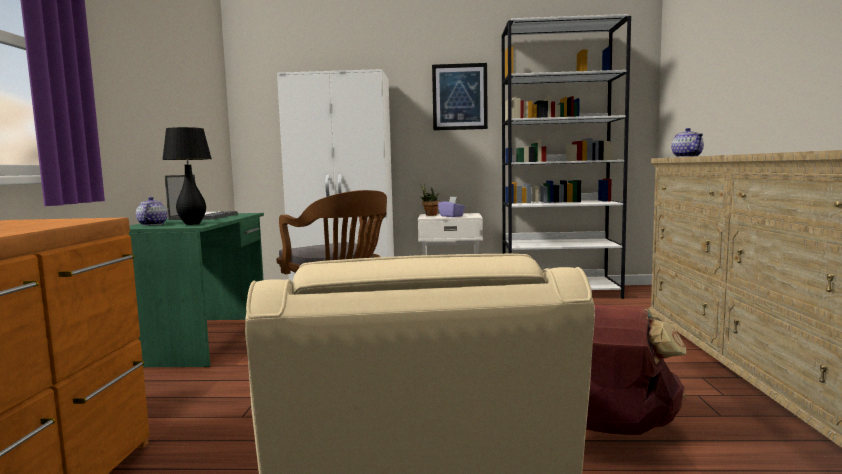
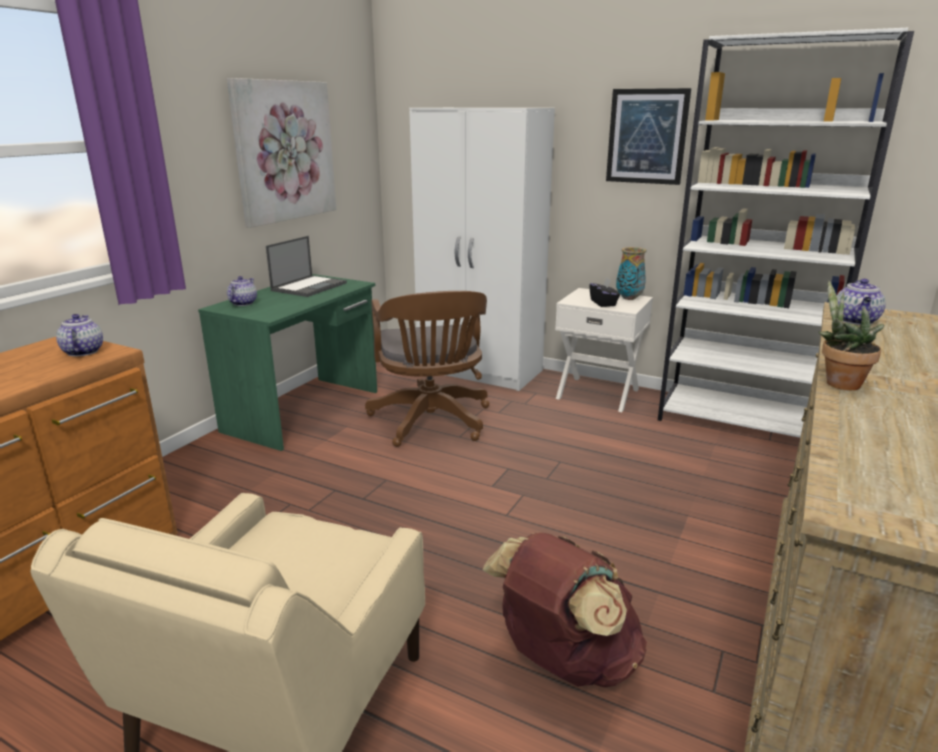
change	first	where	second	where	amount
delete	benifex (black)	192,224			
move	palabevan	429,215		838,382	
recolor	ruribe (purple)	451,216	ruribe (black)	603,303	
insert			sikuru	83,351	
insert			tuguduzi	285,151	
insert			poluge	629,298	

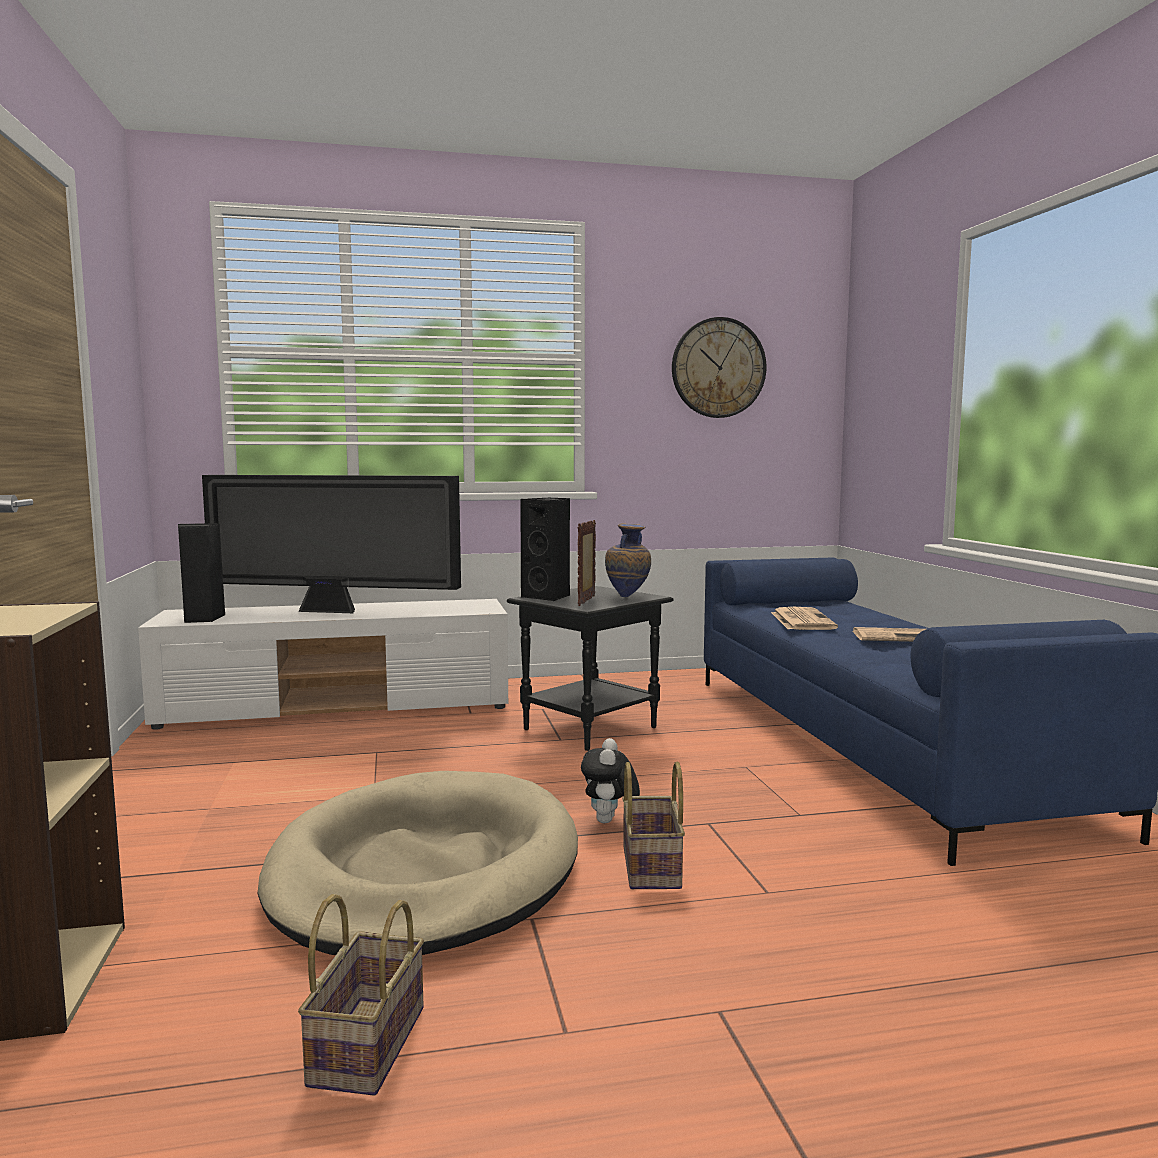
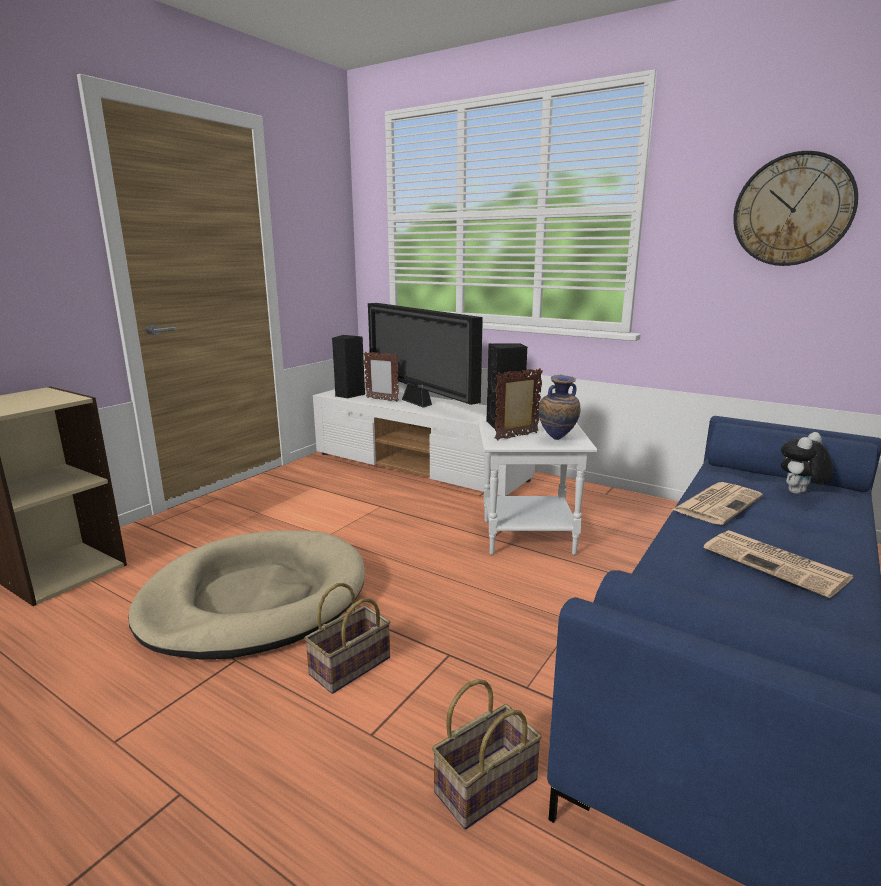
change	first	where	second	where	amount
move	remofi	366,1043		486,783	
recolor	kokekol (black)	589,729	kokekol (white)	526,537	
move	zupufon	609,821		799,494	
insert			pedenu	382,399	

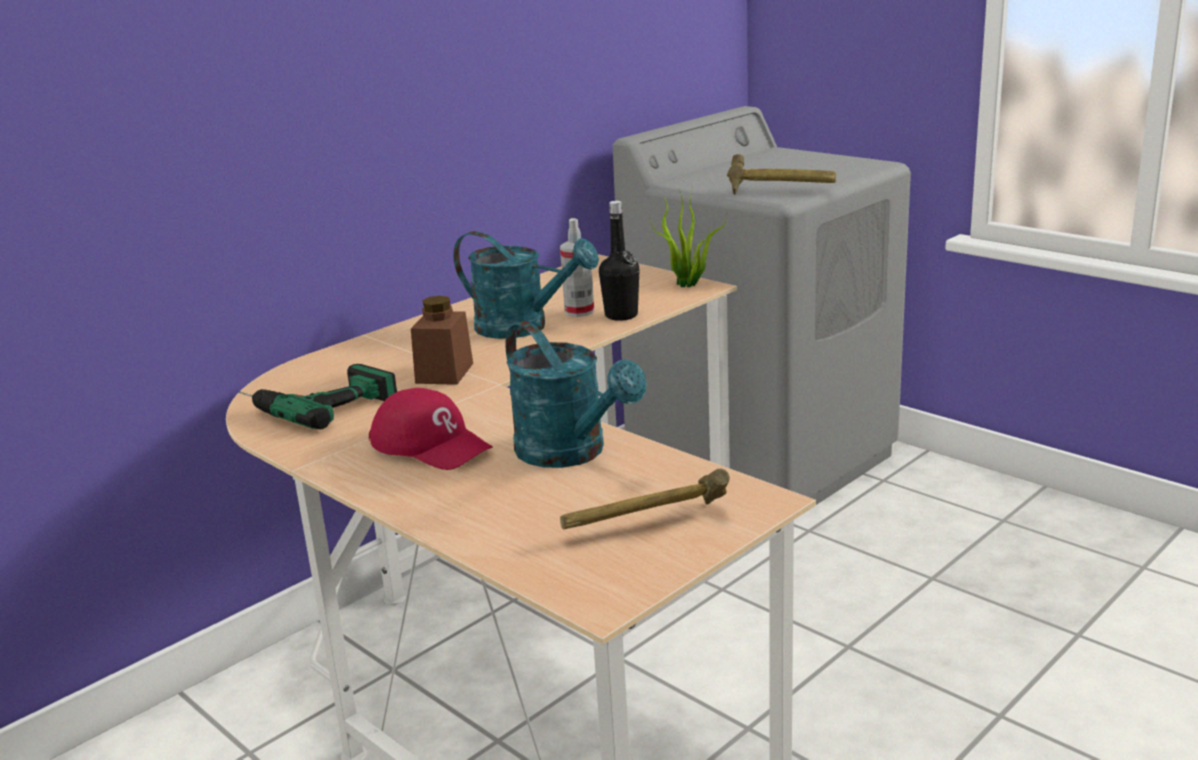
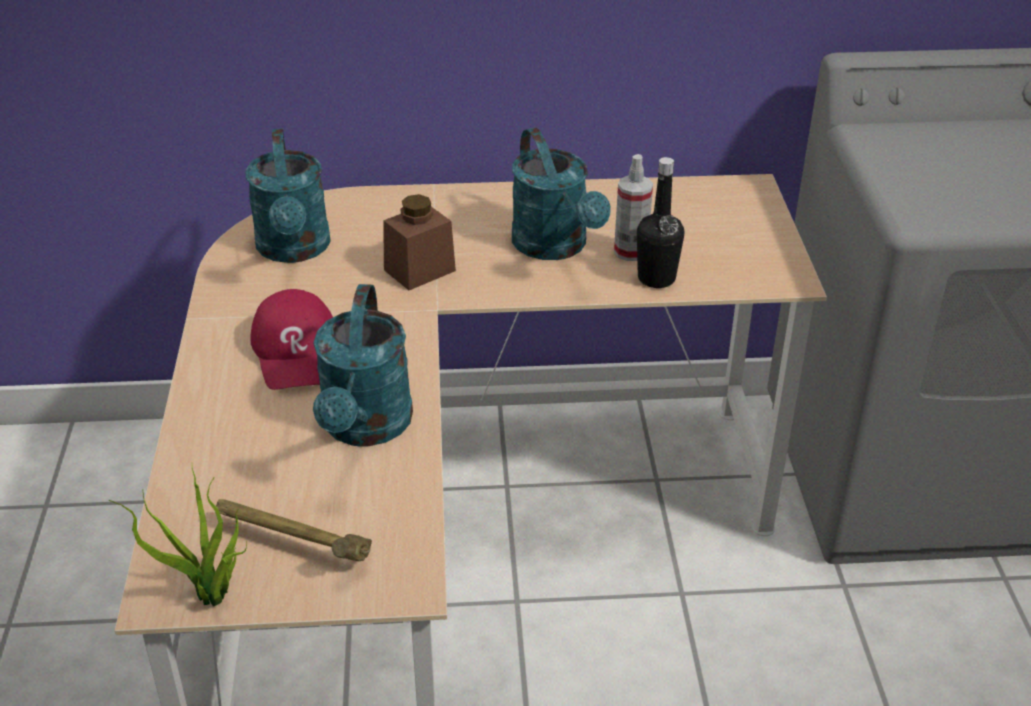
change	first	where	second	where	amount
replace	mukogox	314,402	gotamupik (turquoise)	294,250	
move	palabevan	688,285		211,599	
delete	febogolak	781,192			

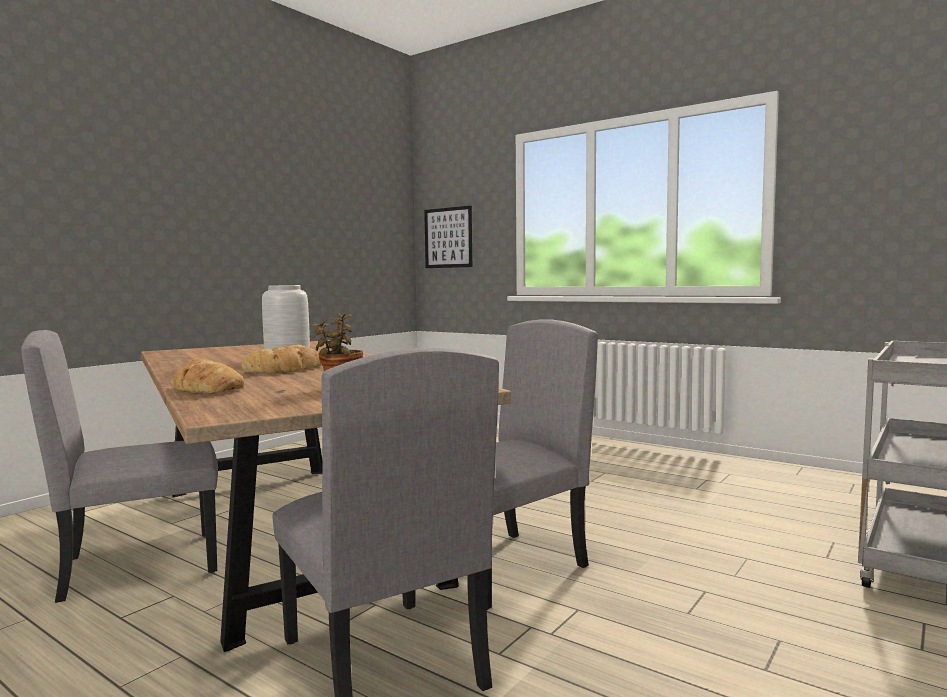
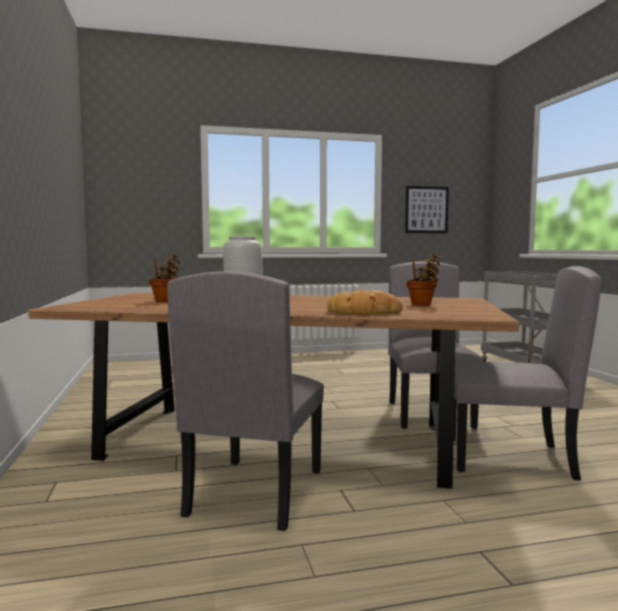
change	first	where	second	where	amount
delete	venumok	285,369			
move	tuguduzi	448,237		426,210	
insert			palabevan	165,301	

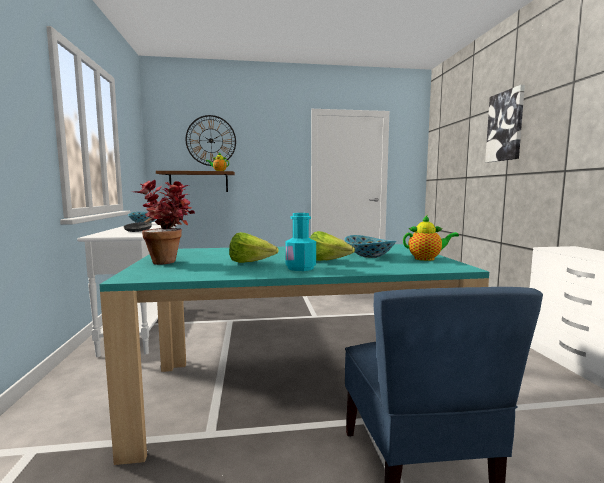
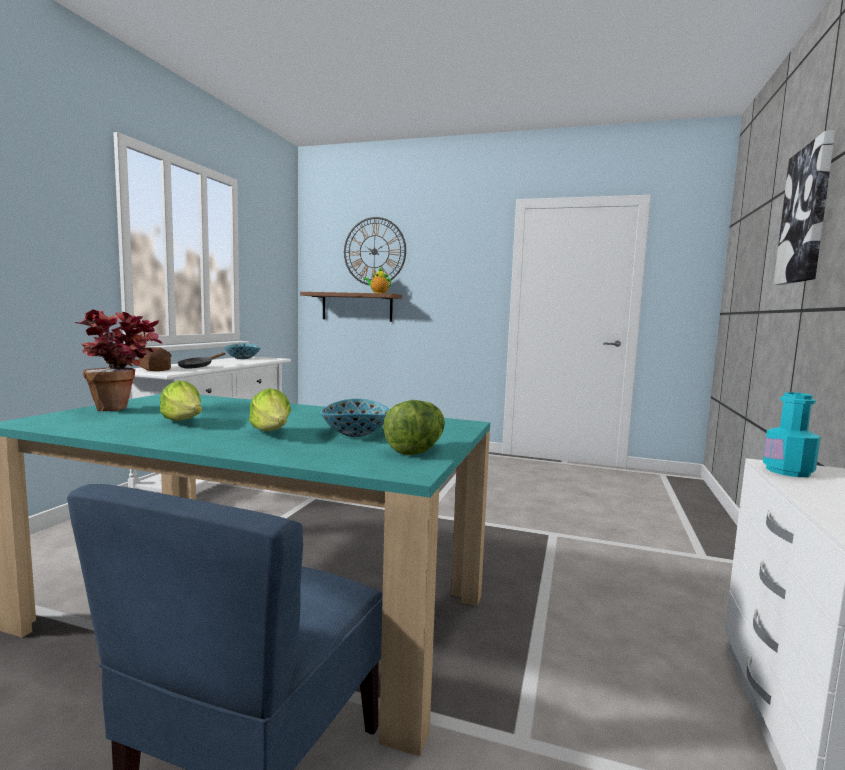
change	first	where	second	where	amount
move	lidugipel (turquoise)	300,268		788,471	
replace	sikuru	427,259	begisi	417,450	
insert			venumok	154,369	

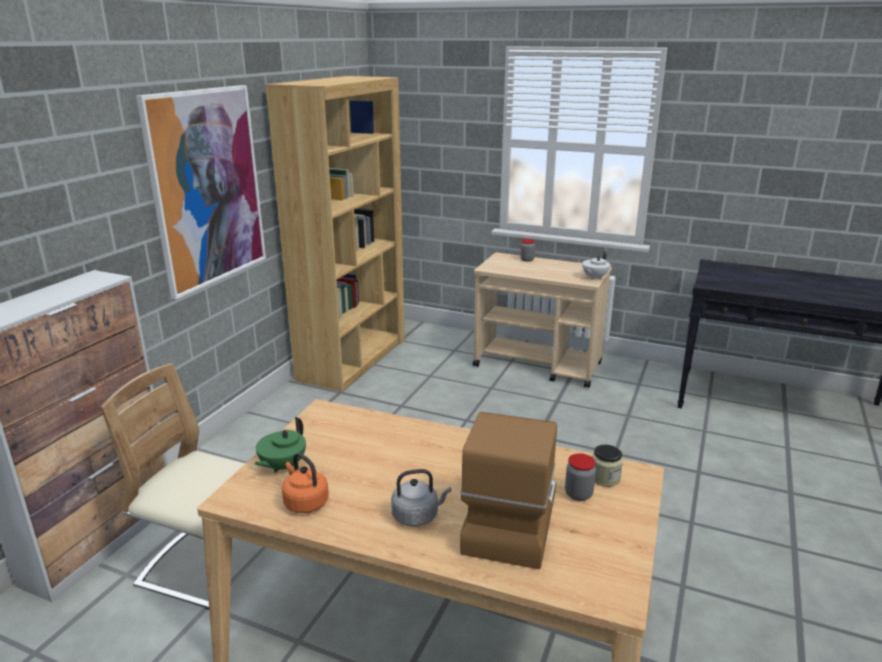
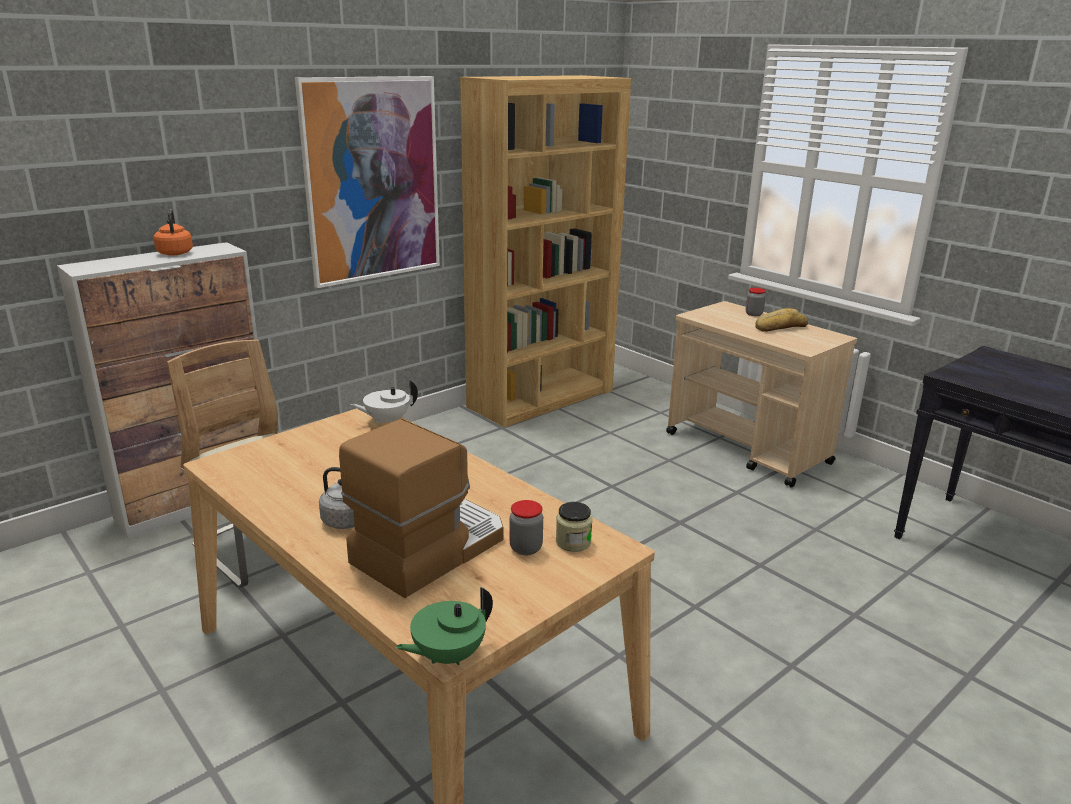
change	first	where	second	where	amount
move	sikuru (green)	282,466		447,655	
move	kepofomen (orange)	304,502		175,253	
move	sikuru (white)	594,277		386,420	
insert			venumok	779,327	

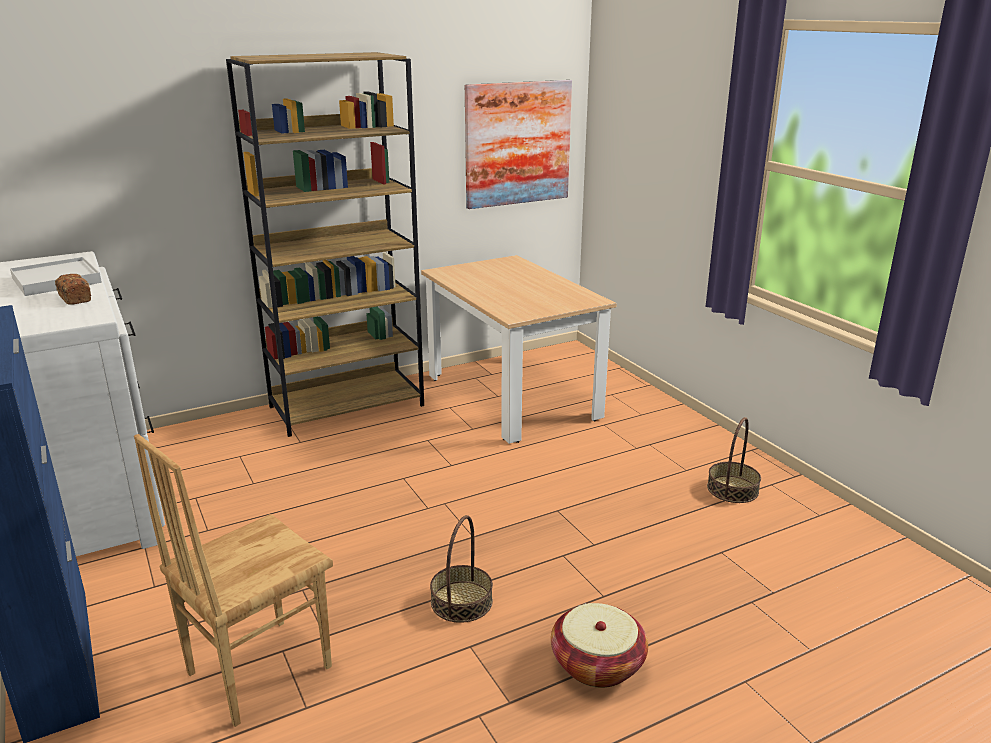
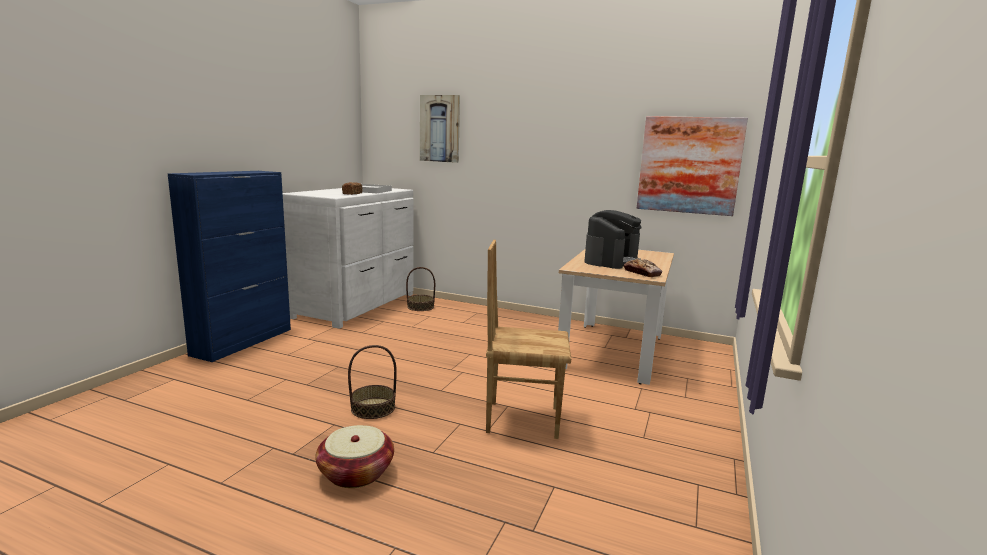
change	first	where	second	where	amount
move	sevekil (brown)	257,669		522,419	
delete	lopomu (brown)	347,406			
move	remofi	732,489		420,307	
insert			tuguduzi	440,128	
insert			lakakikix	611,261	
insert			venumok	642,273	

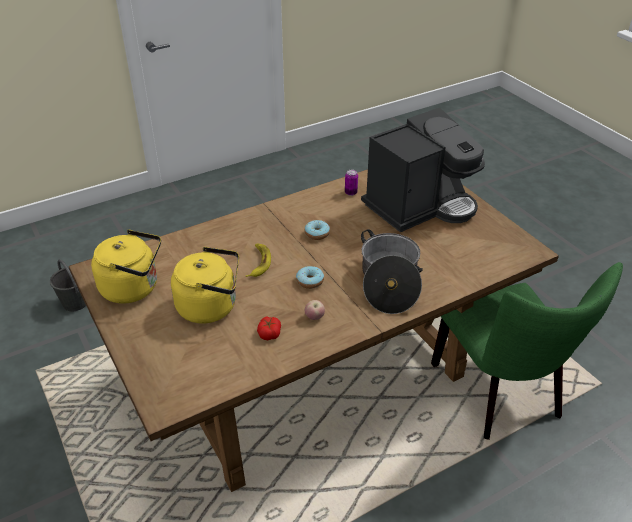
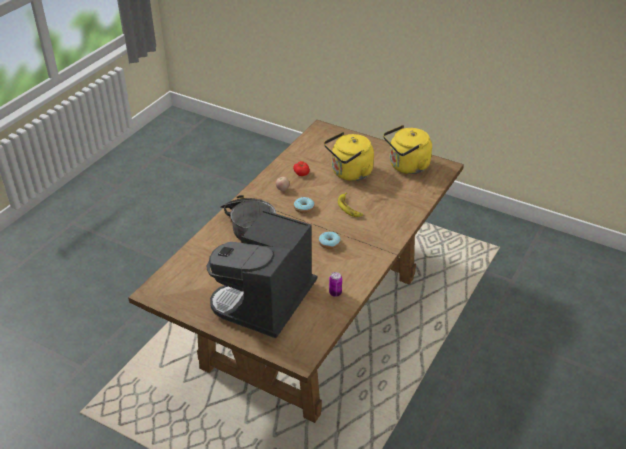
change	first	where	second	where	amount
delete	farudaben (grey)	75,302			
delete	sevekil (green)	501,395			

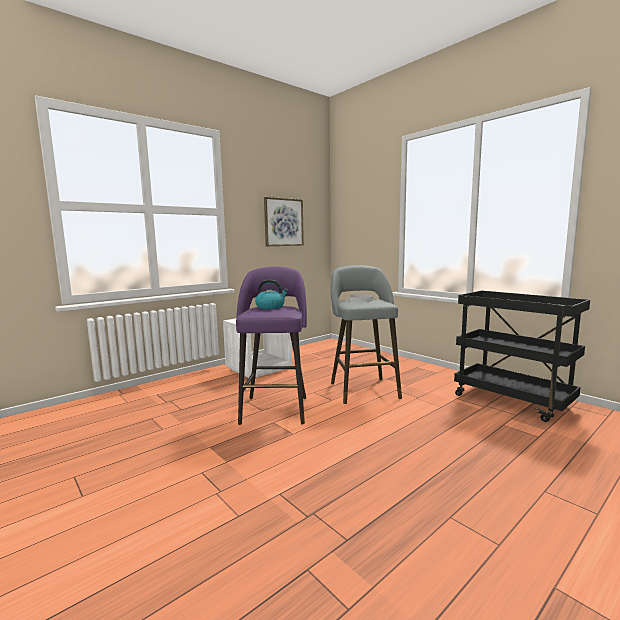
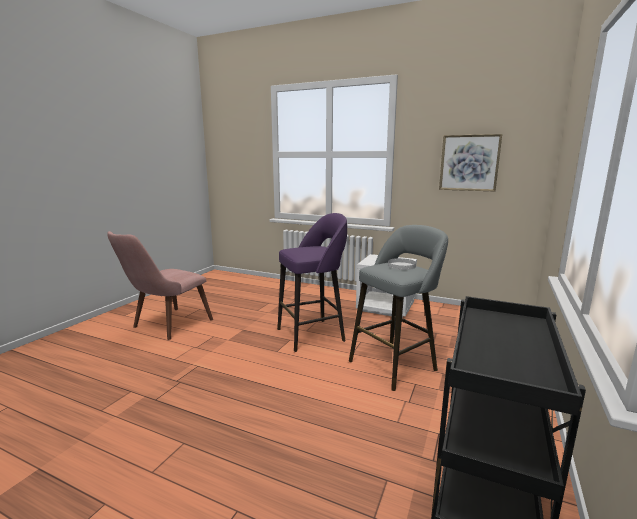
change	first	where	second	where	amount
delete	kepofomen	271,307			
insert			sevekil (pink)	165,326	

